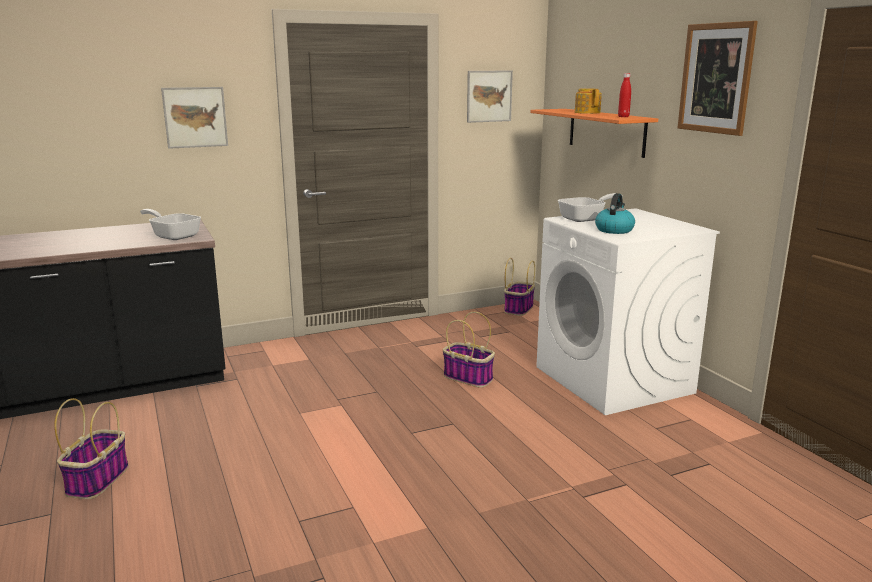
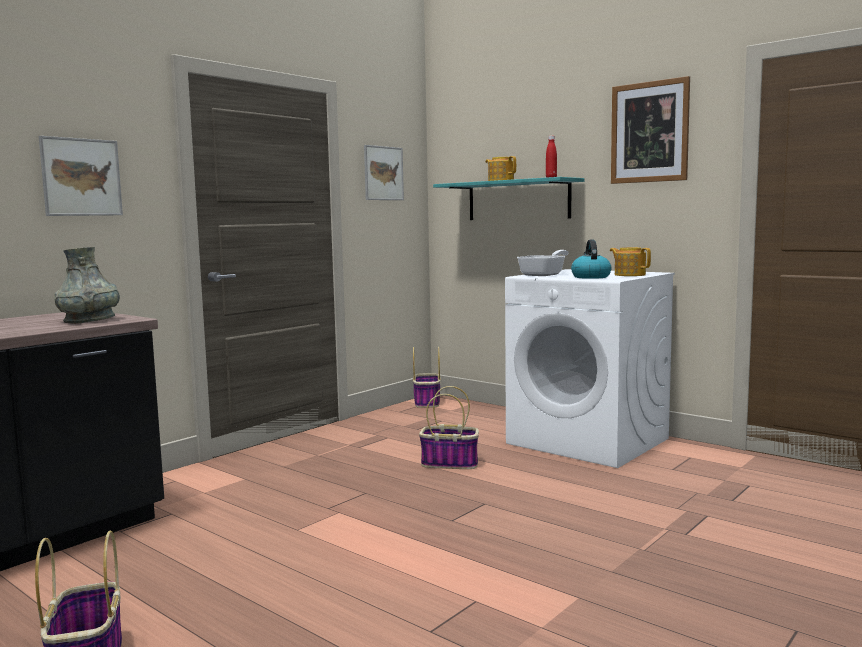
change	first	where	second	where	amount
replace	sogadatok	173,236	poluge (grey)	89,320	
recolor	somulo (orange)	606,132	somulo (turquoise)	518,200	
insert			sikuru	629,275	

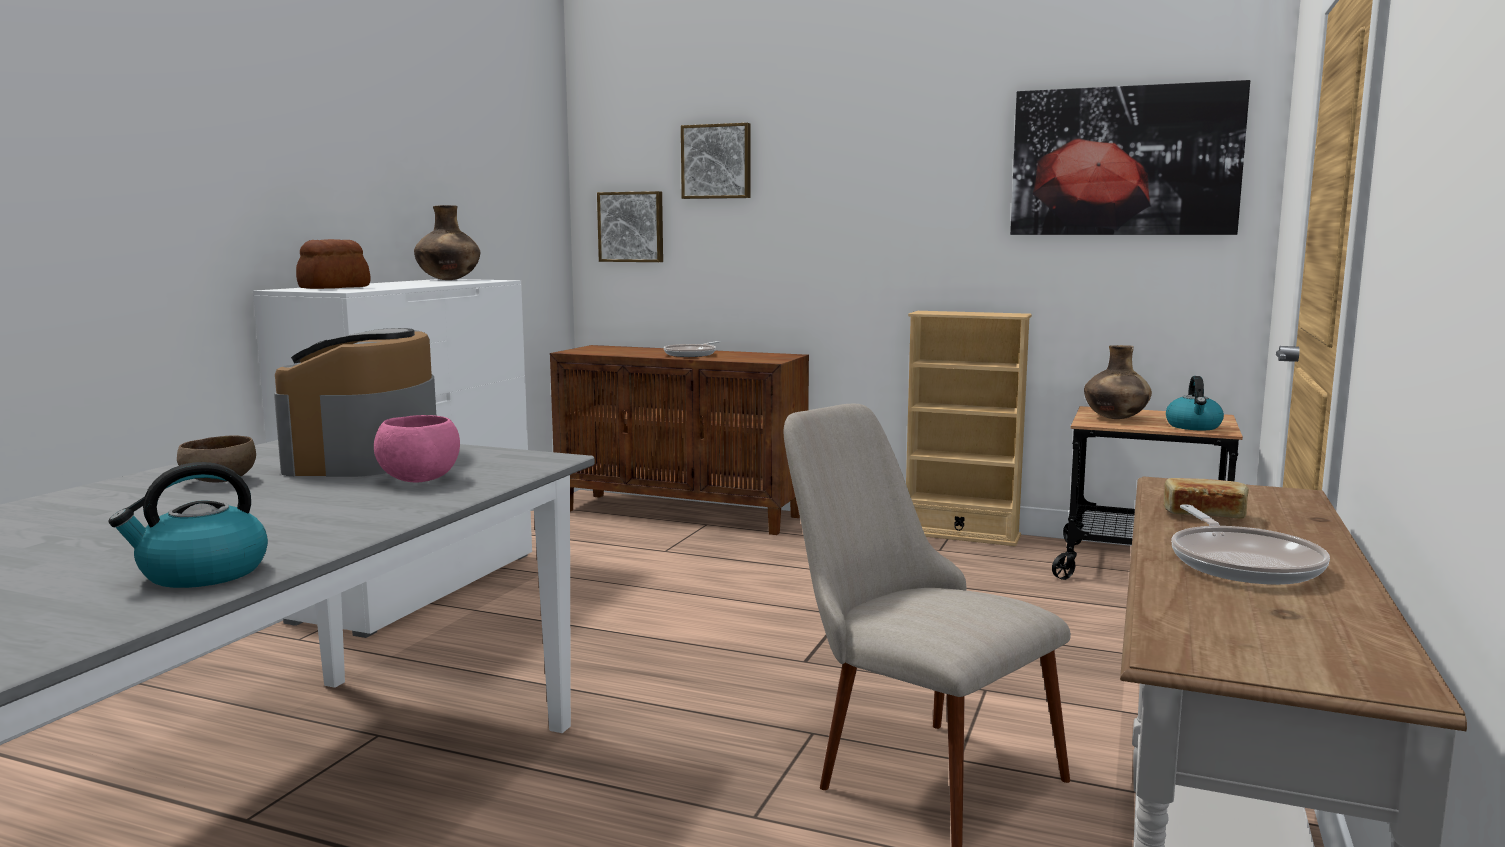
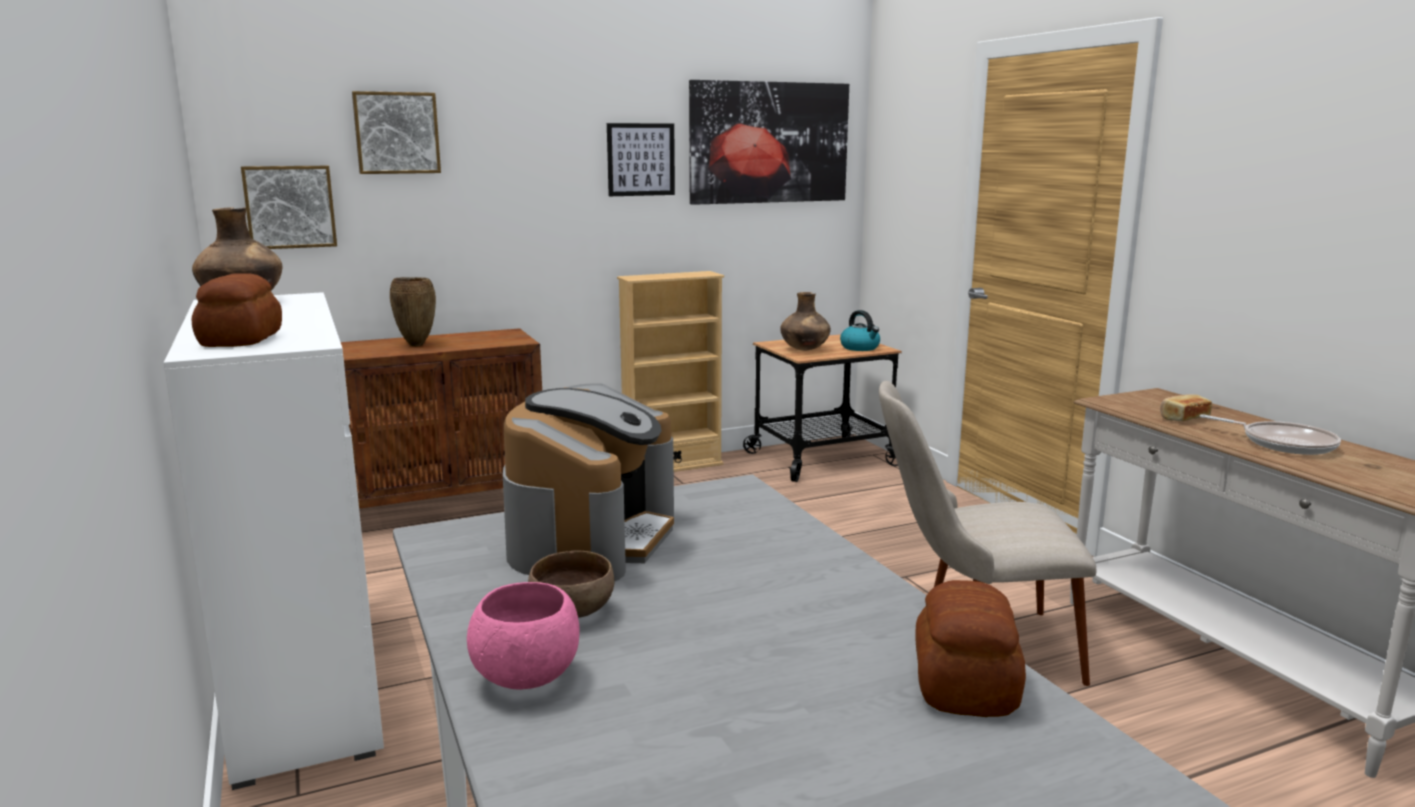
change	first	where	second	where	amount
replace	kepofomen	202,573	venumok	966,683	
rotate	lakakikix	366,457		592,537	120 degrees counterclockwise
move	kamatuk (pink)	420,480		528,677	
replace	sogadatok	692,354	poluge (brown)	417,345	
insert			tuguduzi	641,159	

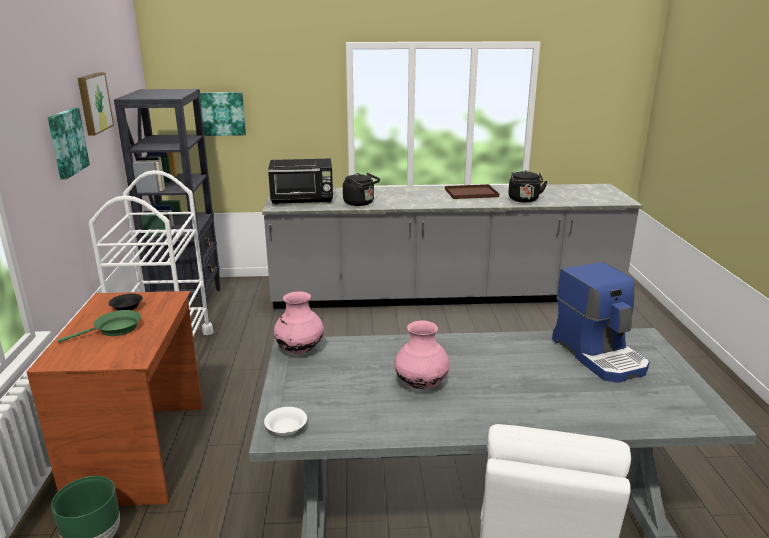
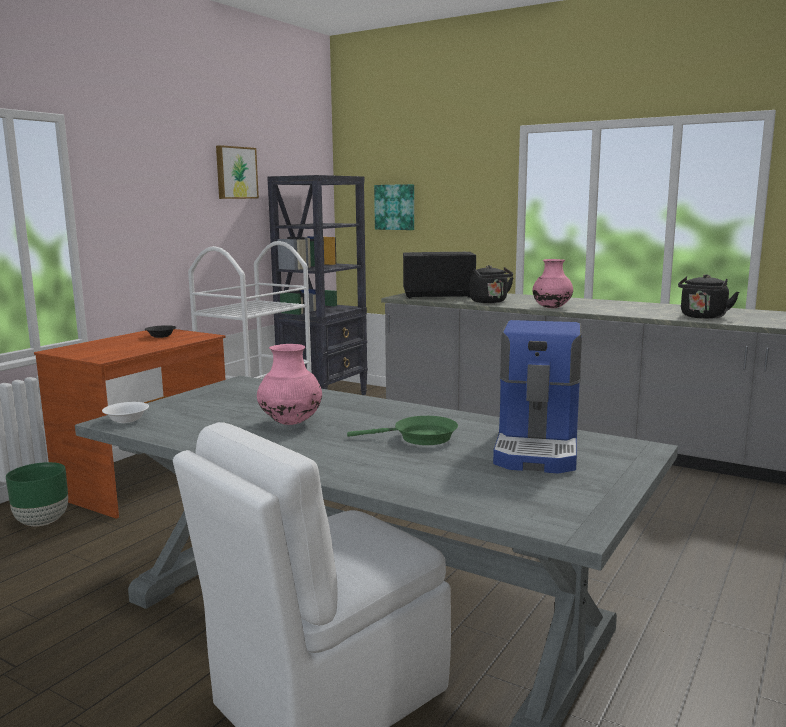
change	first	where	second	where	amount
delete	tuguduzi	66,142			
move	sogadatok (green)	114,329		420,438	
rotate	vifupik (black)	303,200		437,295	150 degrees clockwise
move	poluge (pink)	300,350		552,308	
delete	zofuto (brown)	470,193			

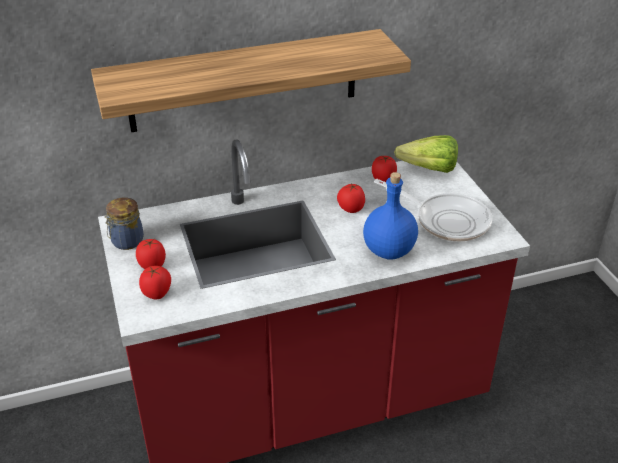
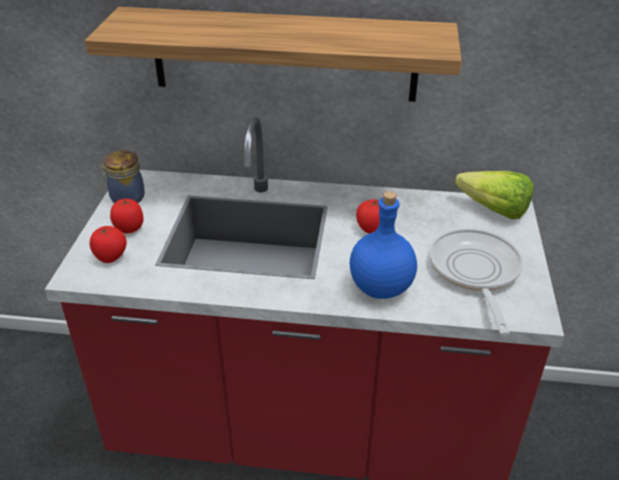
change	first	where	second	where	amount
delete	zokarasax	383,180			
rotate	sogadatok	446,220		475,273	150 degrees counterclockwise

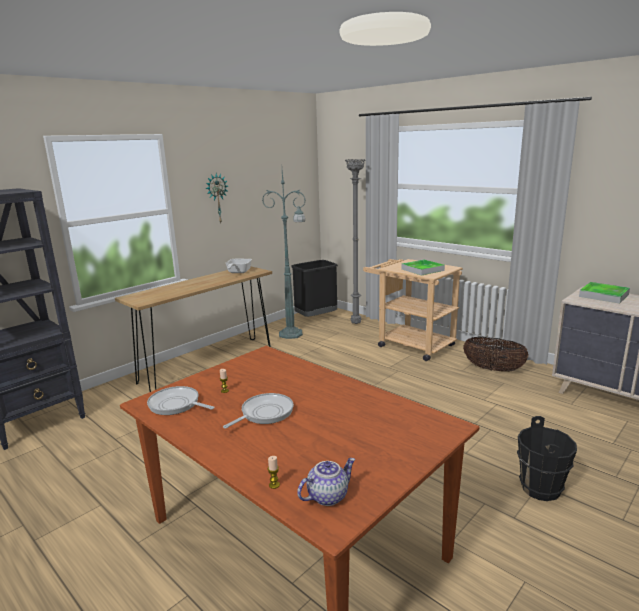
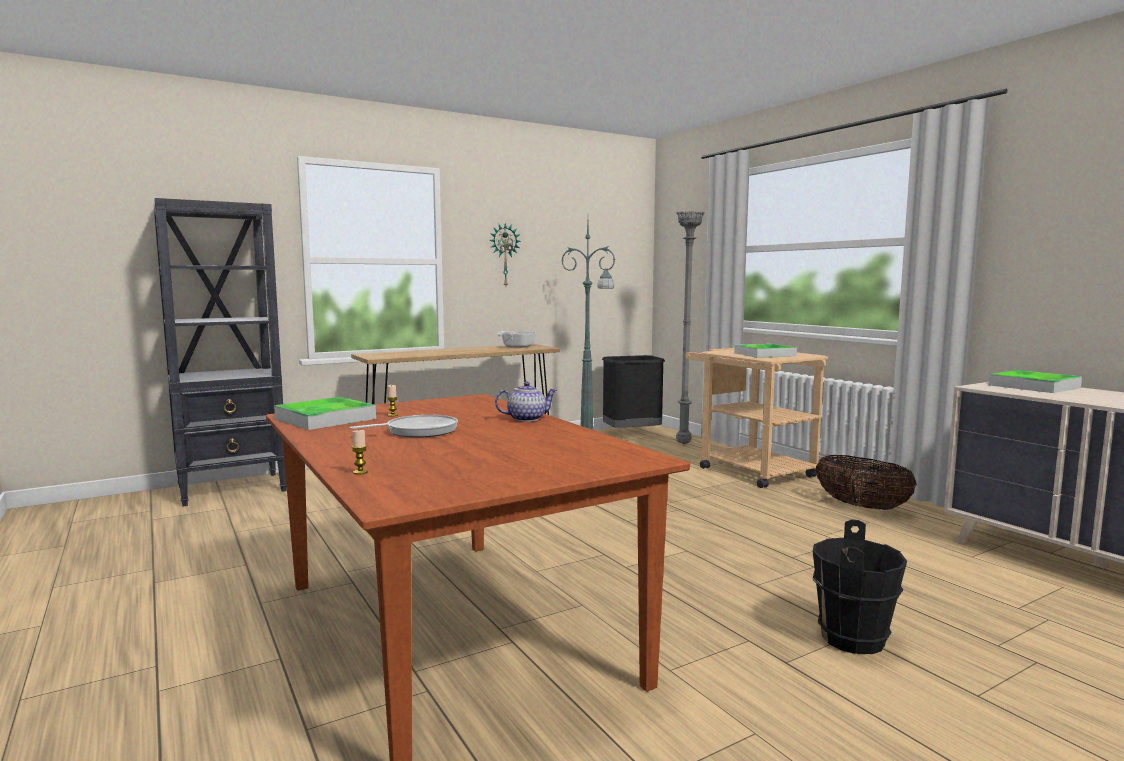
change	first	where	second	where	amount
replace	sogadatok	176,405	zofuto	325,419	
move	sikuru	327,496		526,419	

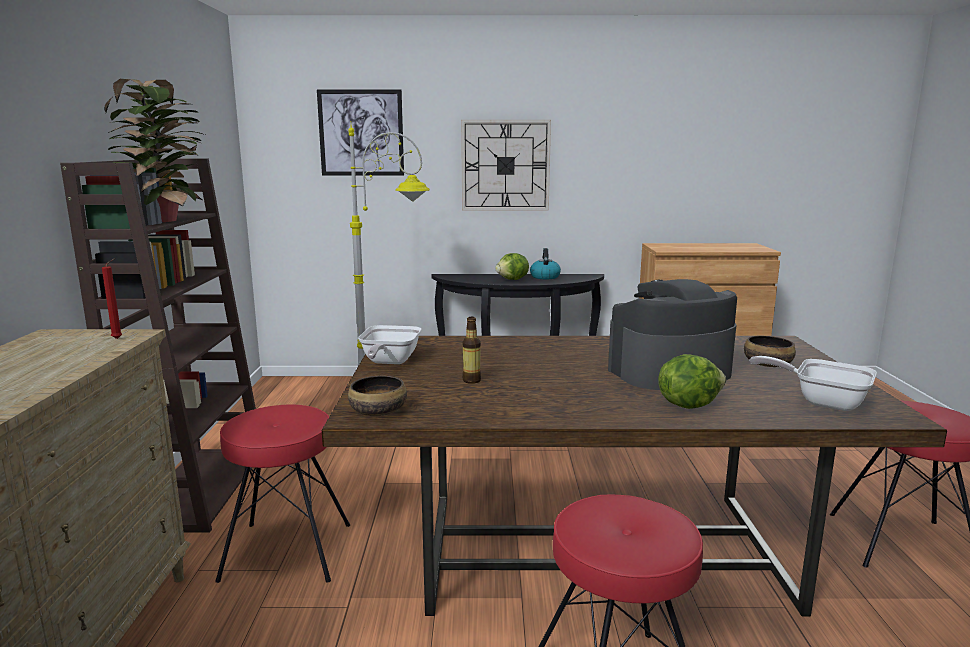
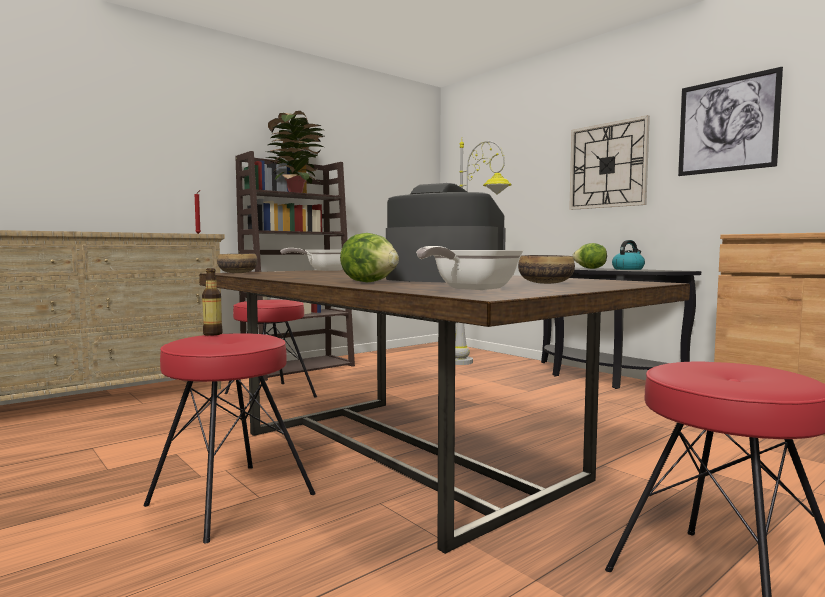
change	first	where	second	where	amount
move	tuguduzi	361,133		727,125	
move	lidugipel	471,380		212,334	
rotate	sogadatok	822,401		470,289	135 degrees counterclockwise

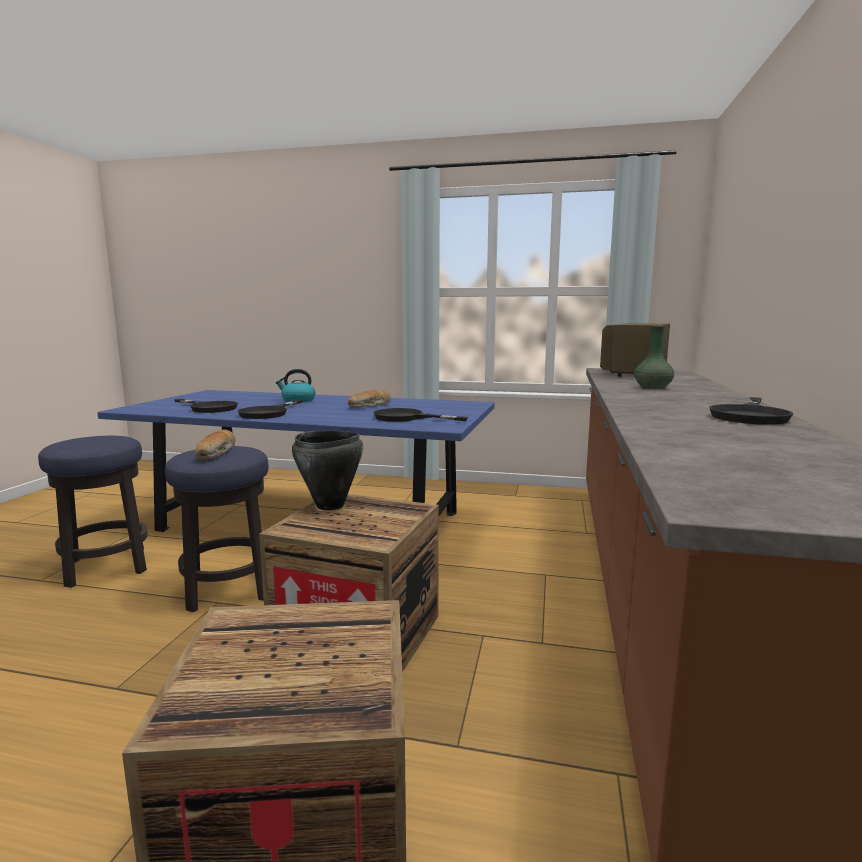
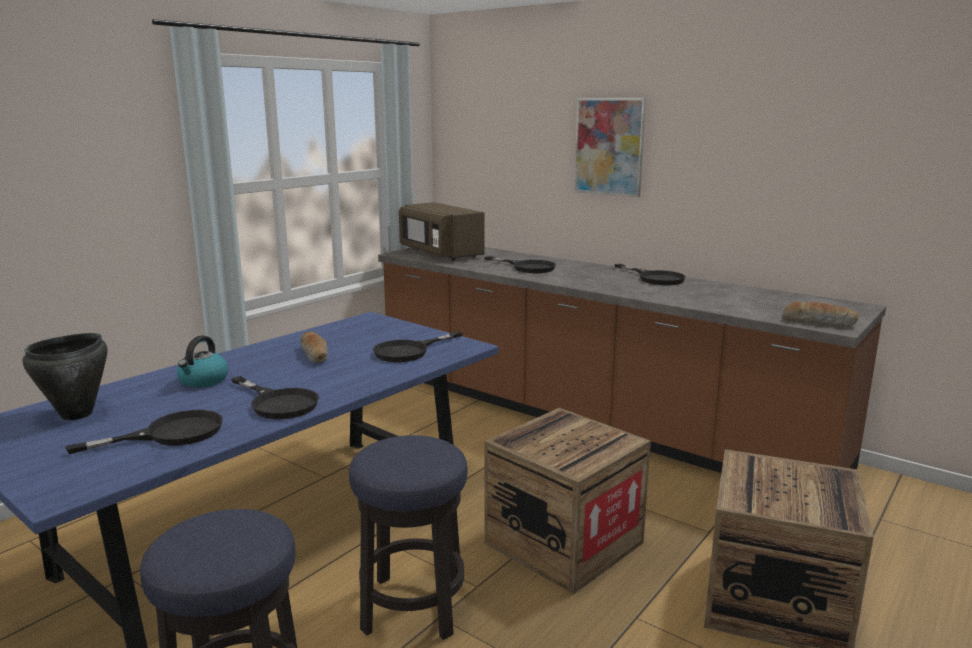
change	first	where	second	where	amount
move	venumok	217,453		818,322	
move	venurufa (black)	330,506		77,414	
replace	poluge (green)	653,387	sogadatok (black)	527,267	
insert			tuguduzi	609,146	

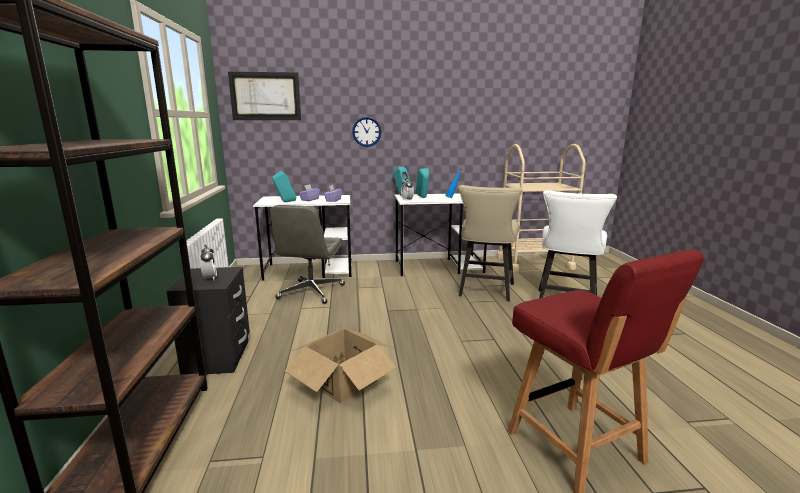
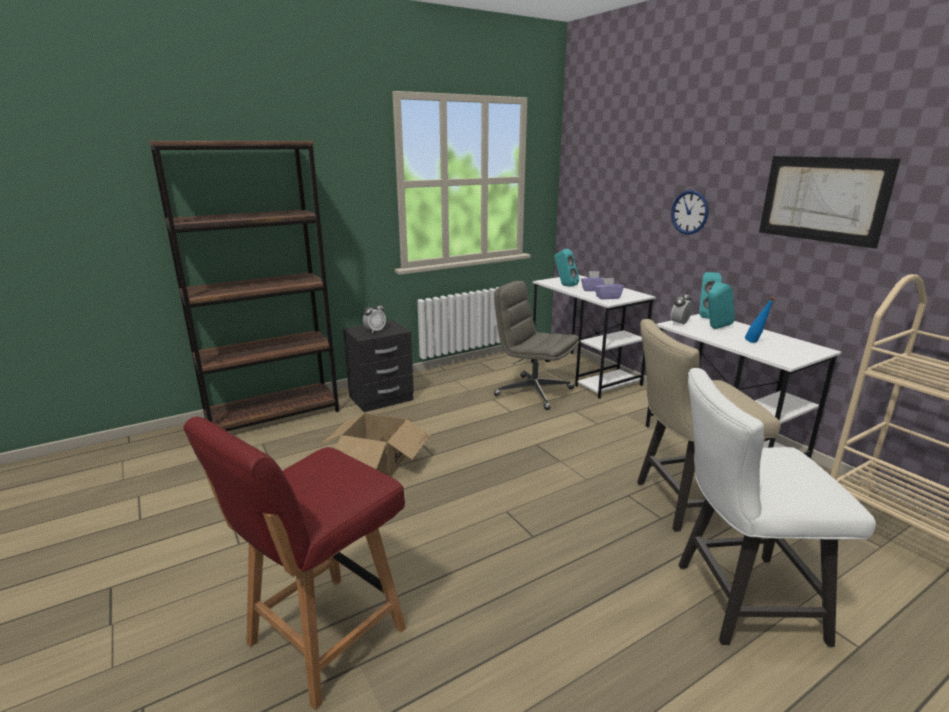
change	first	where	second	where	amount
move	tuguduzi	265,96		822,199	
rotate	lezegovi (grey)	311,292		533,392	45 degrees clockwise

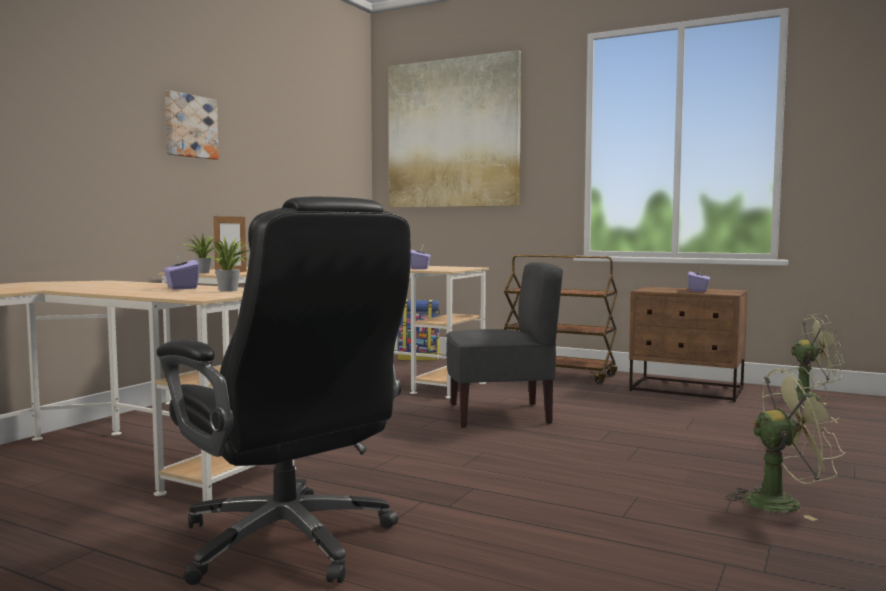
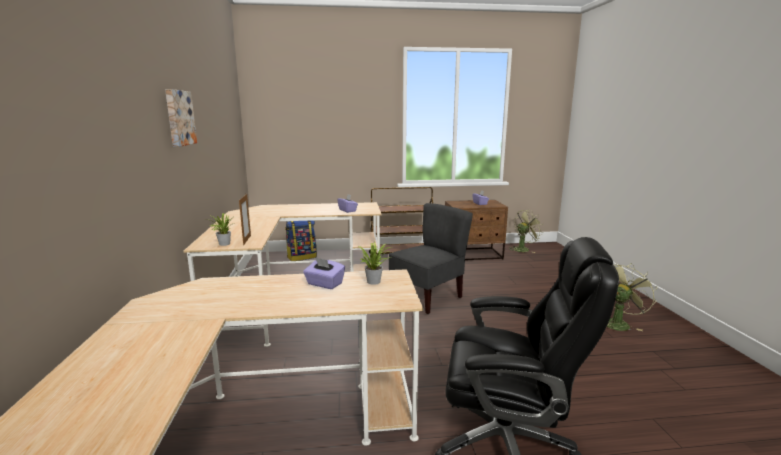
change	first	where	second	where	amount
delete	tuguduzi	453,133			

